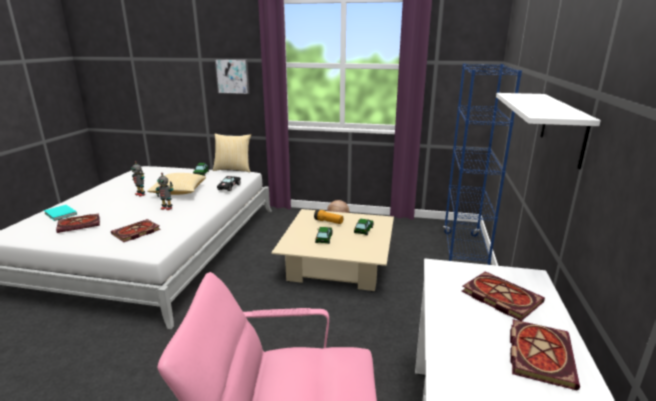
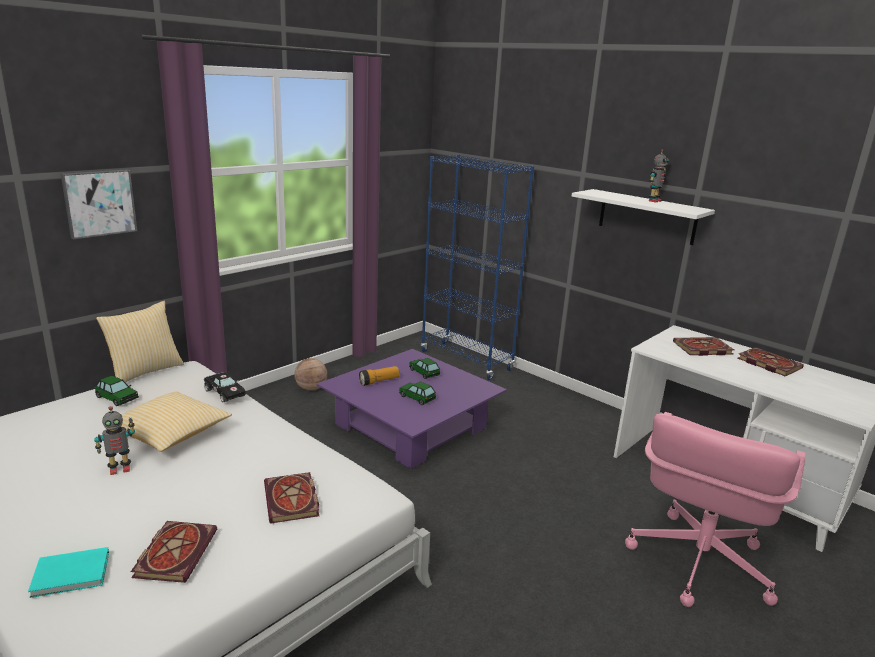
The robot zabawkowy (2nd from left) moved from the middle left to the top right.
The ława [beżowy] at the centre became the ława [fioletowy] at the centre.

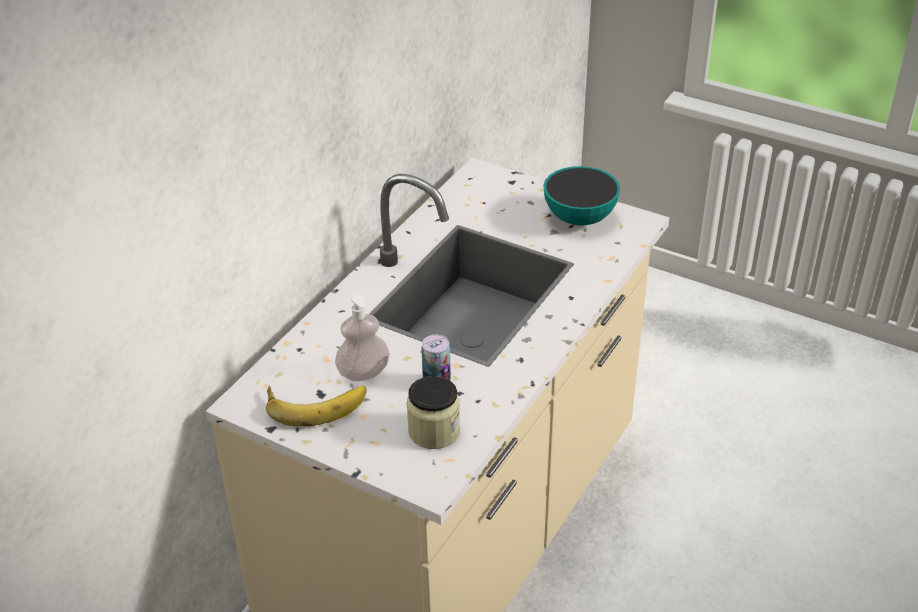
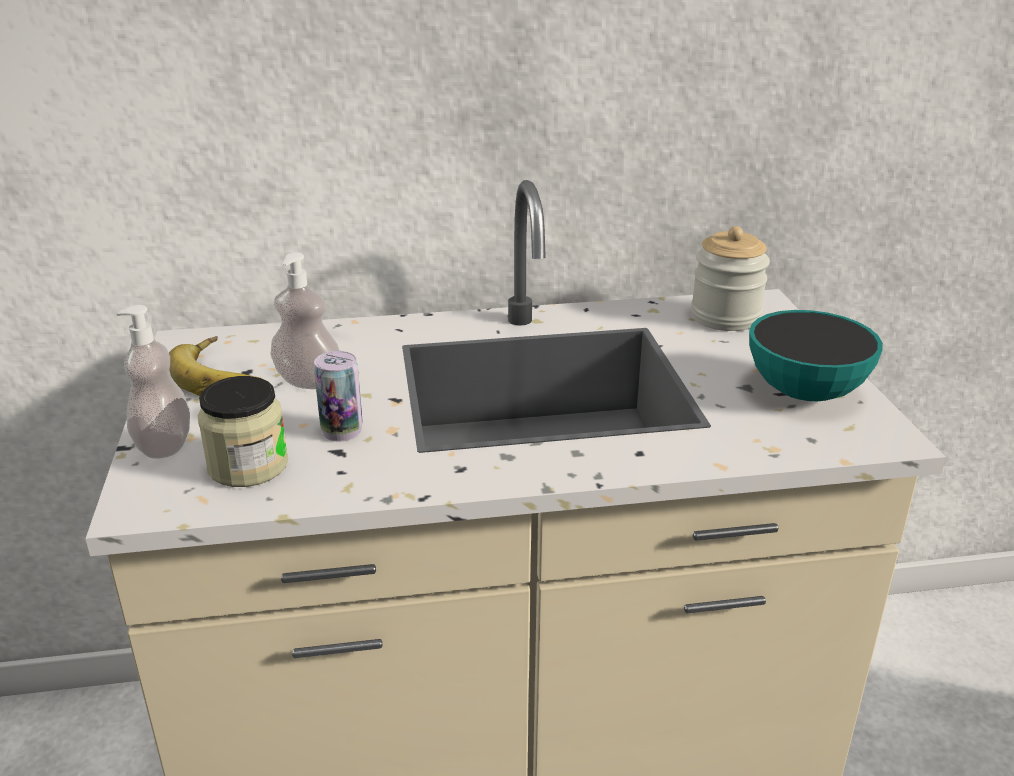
The dozownik mydła (1st from left) at the middle left appeared.
The słoik (2nd from left) at the middle right appeared.

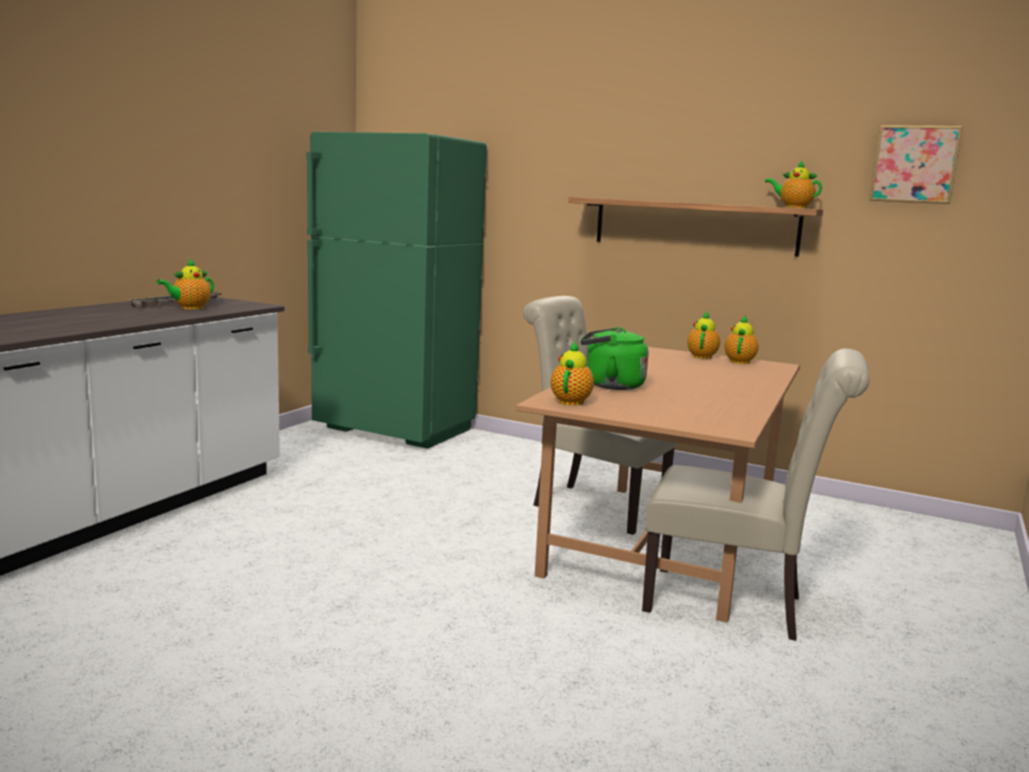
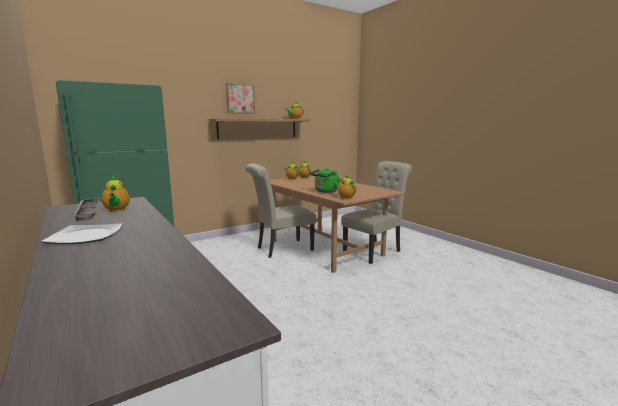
The obraz moved from the top right to the top centre.
The talerz at the middle left appeared.

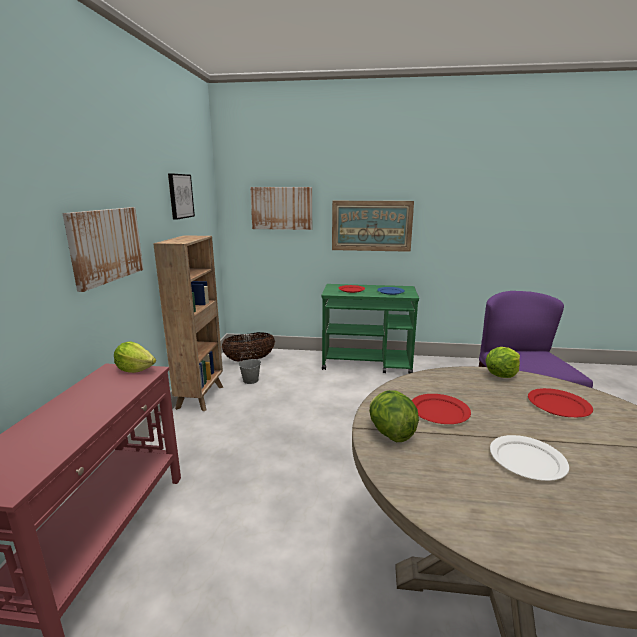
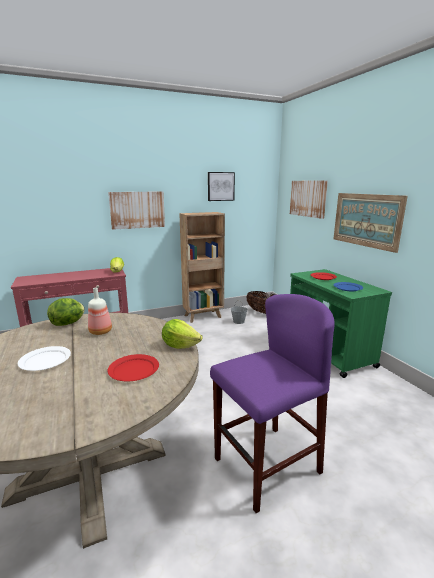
The talerz [czerwony] (2nd from left) at the middle right was replaced by the butelka at the middle left.

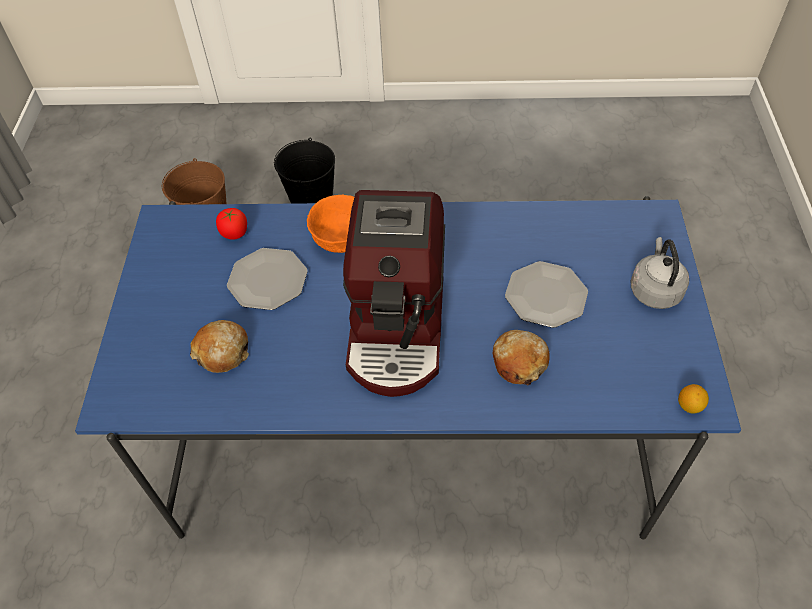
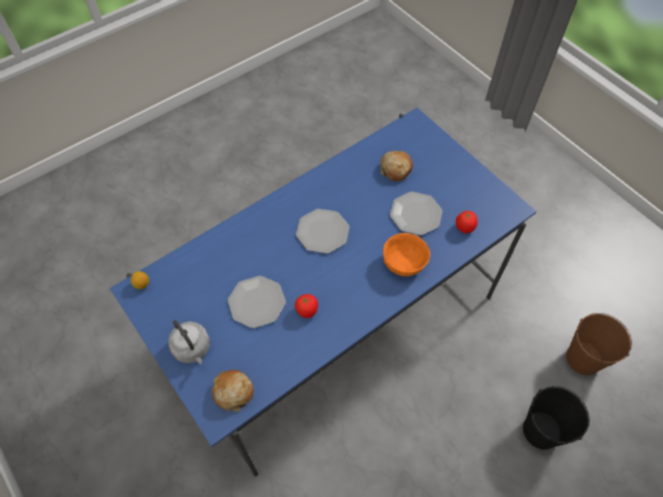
The ekspres do kawy at the centre was replaced by the talerz (2nd from left) at the centre.
The chleb (2nd from left in the first image) moved from the centre to the bottom centre.
The pomidor (1st from left) at the centre appeared.

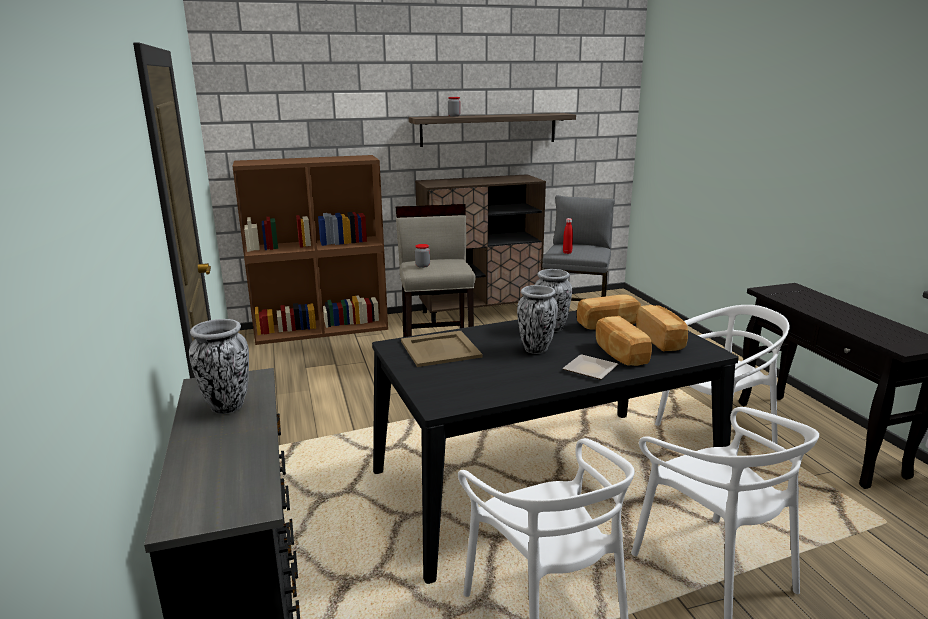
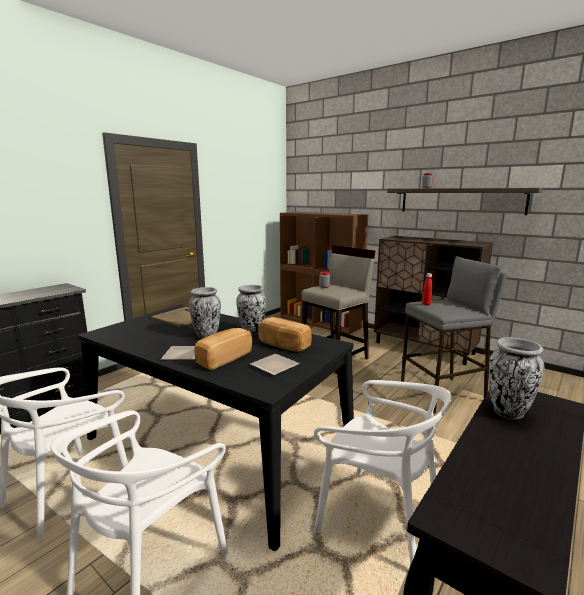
The wazon (1st from left in the first image) moved from the middle left to the middle right.
The chleb (3rd from left) at the middle right was replaced by the talerz (2nd from left) at the centre.

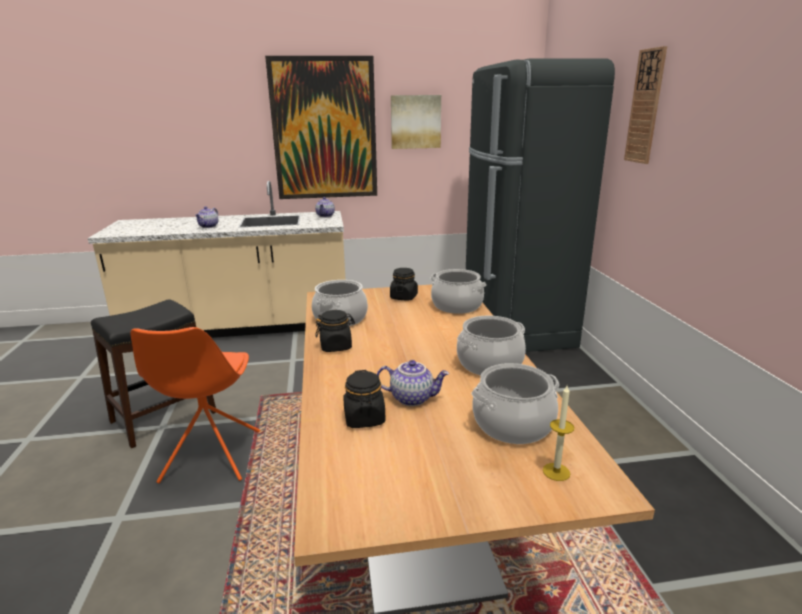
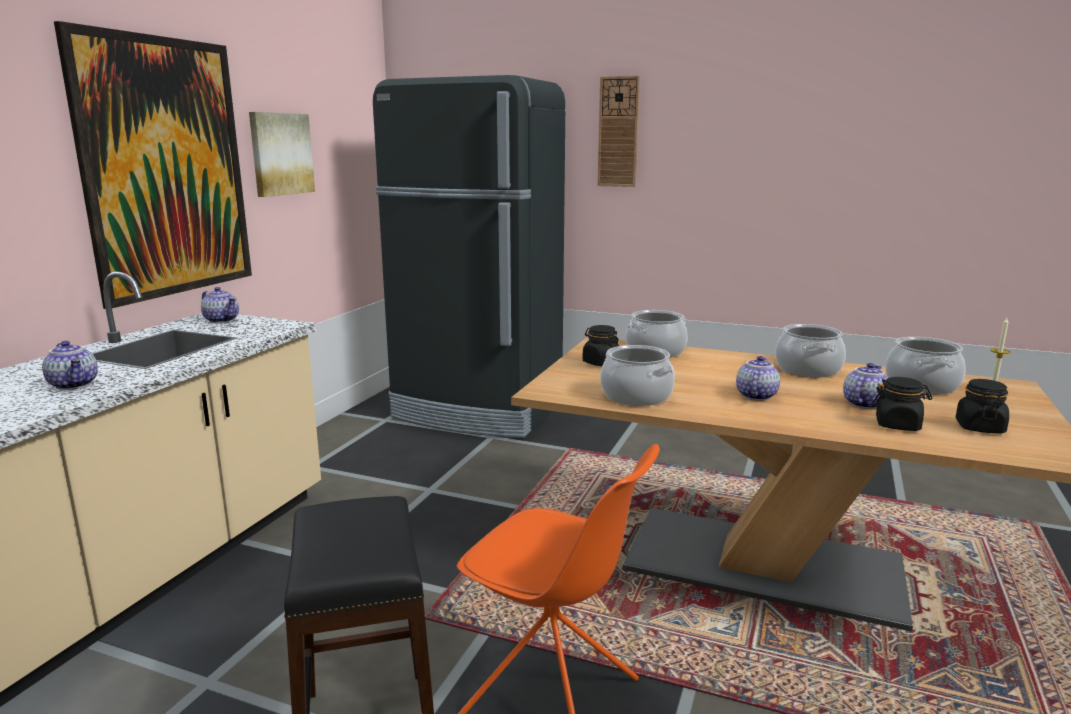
The słoik [czarny] (1st from left in the first image) moved from the centre to the middle right.
The imbryk (3rd from left) at the middle right appeared.

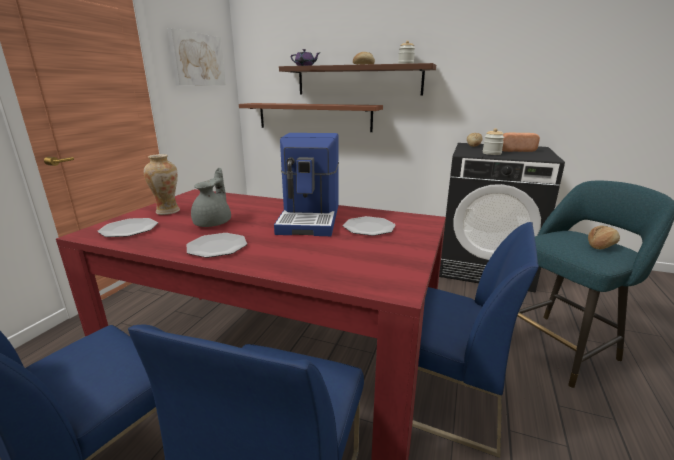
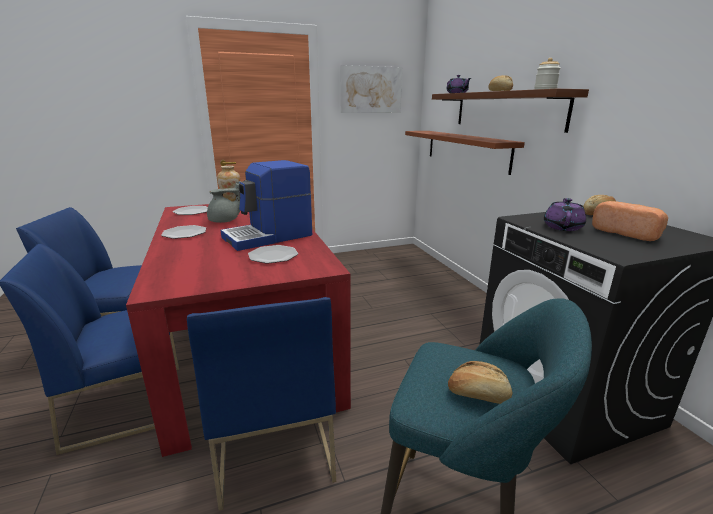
The słoik (2nd from left) at the top right was replaced by the imbryk [fioletowy] (2nd from left) at the middle right.

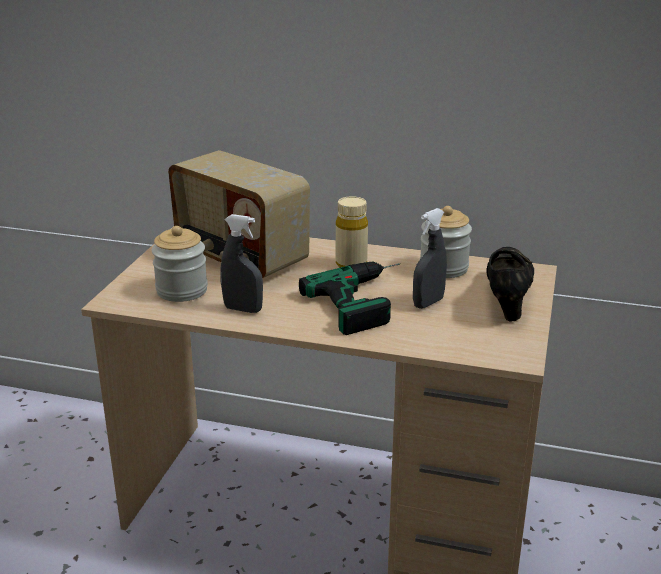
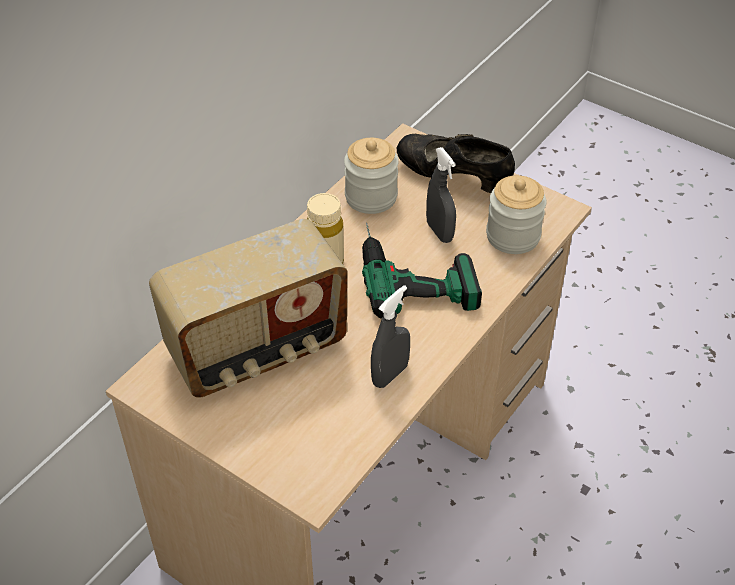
The słoik (1st from left in the first image) moved from the middle left to the middle right.

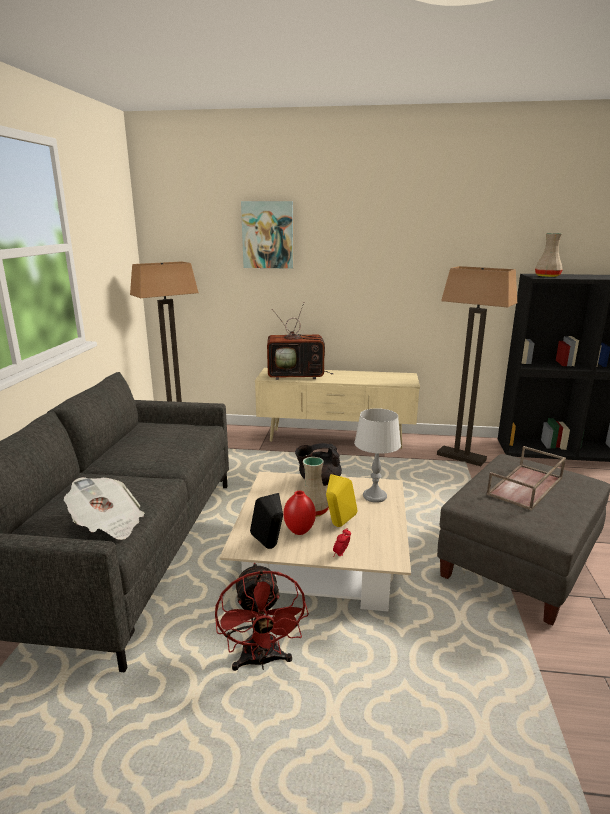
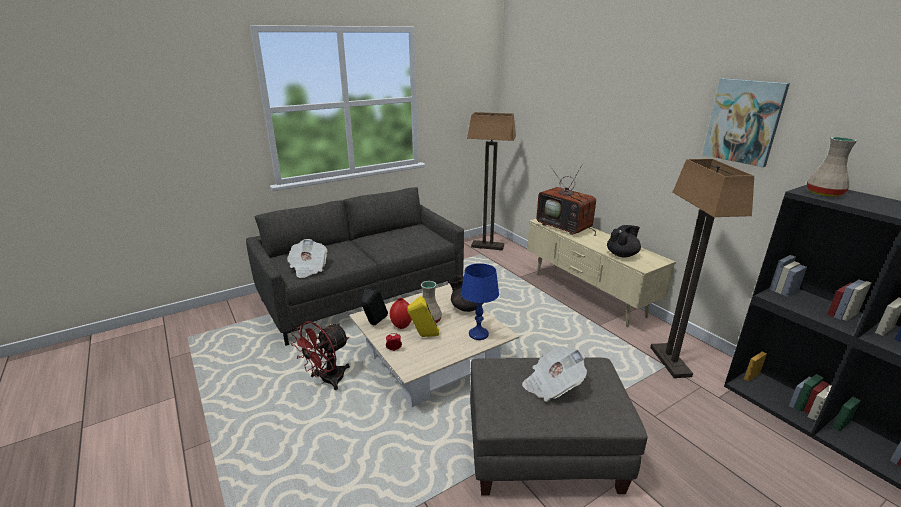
The obraz moved from the top centre to the top right.
The lampa stołowa [szary] at the centre became the lampa stołowa [niebieski] at the centre.
The taca [brązowy] at the middle right was replaced by the gazeta (2nd from left) at the bottom centre.
The imbryk [czarny] (2nd from left) at the middle right appeared.

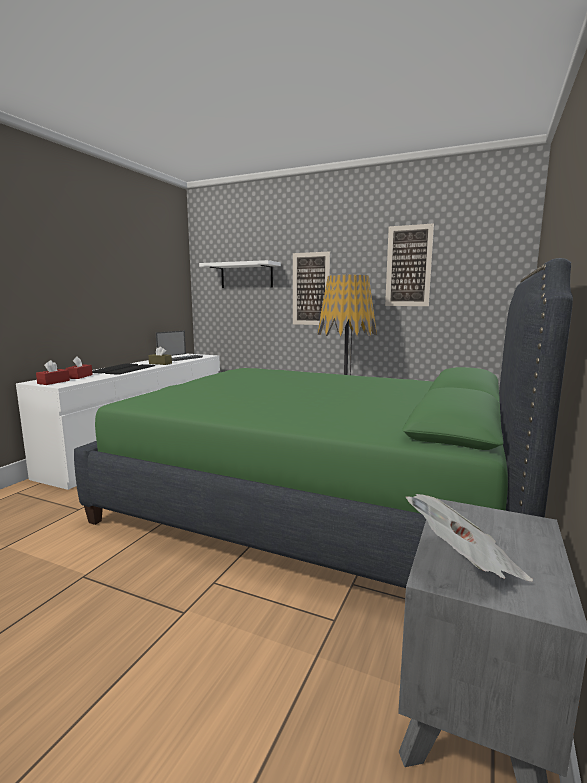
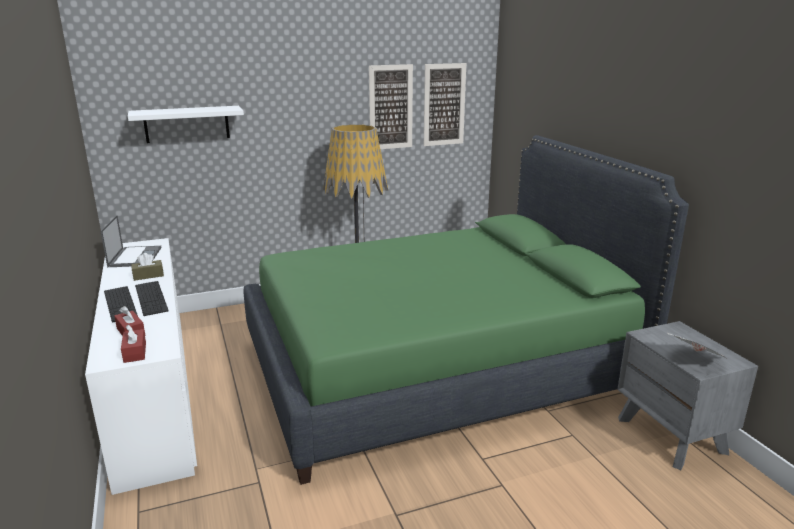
The obraz (1st from left in the first image) moved from the centre to the top centre.

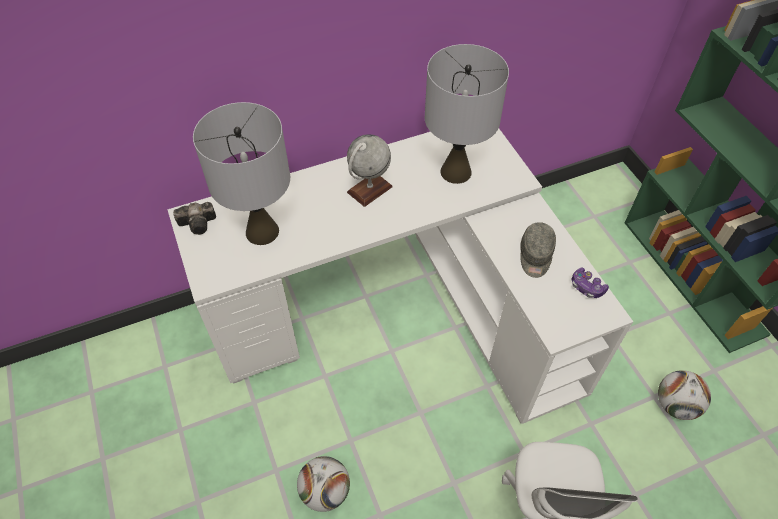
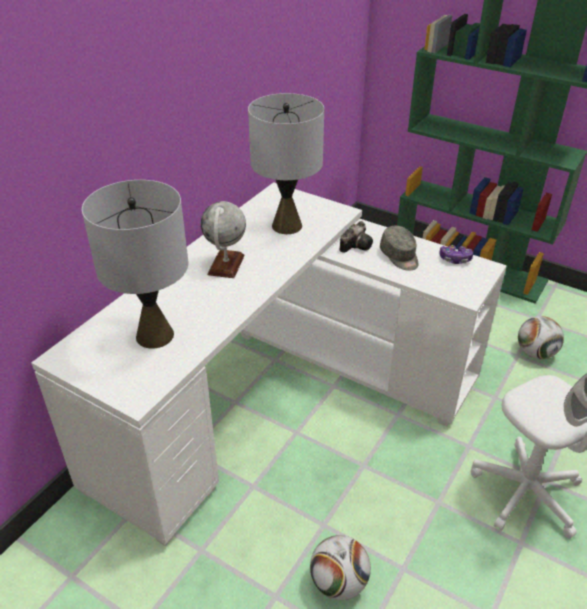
The aparat fotograficzny moved from the middle left to the centre.

